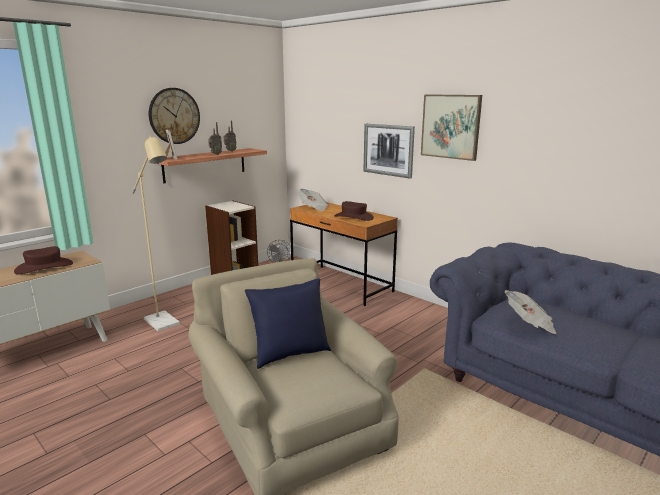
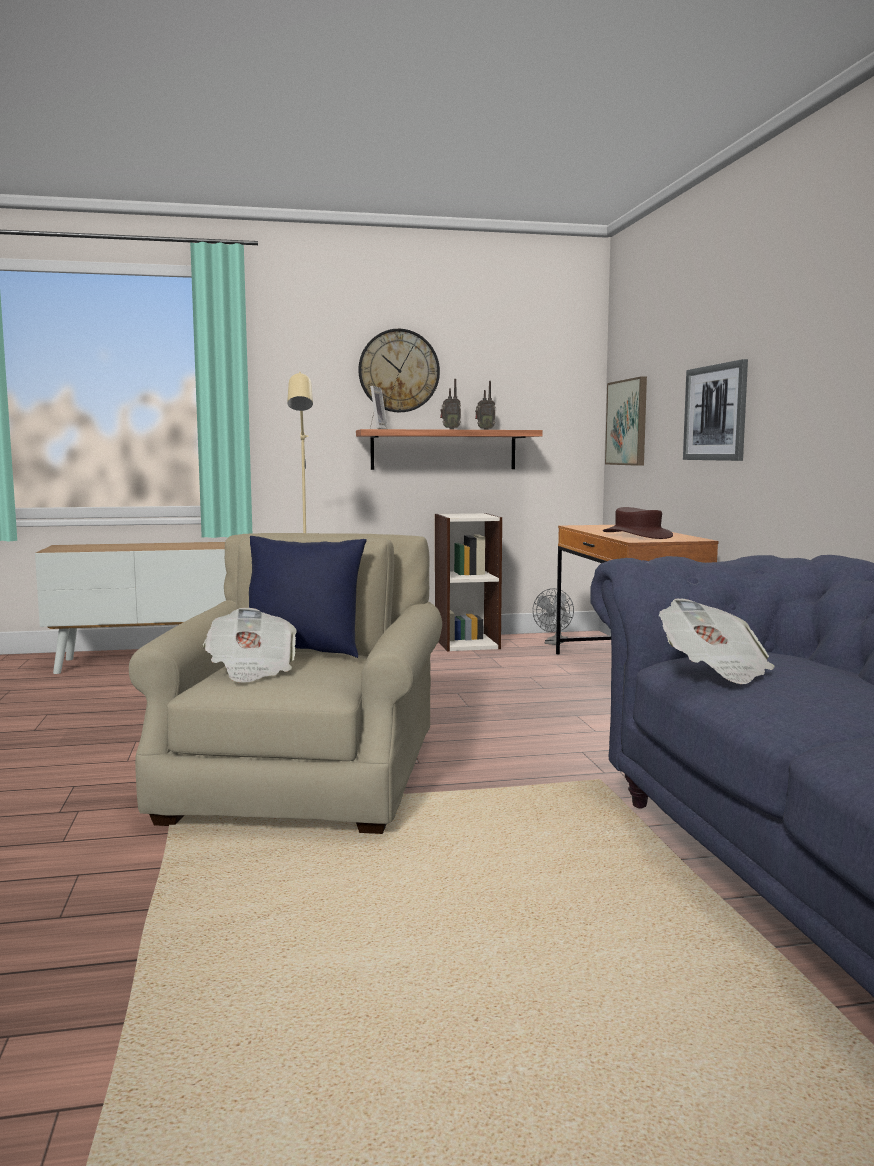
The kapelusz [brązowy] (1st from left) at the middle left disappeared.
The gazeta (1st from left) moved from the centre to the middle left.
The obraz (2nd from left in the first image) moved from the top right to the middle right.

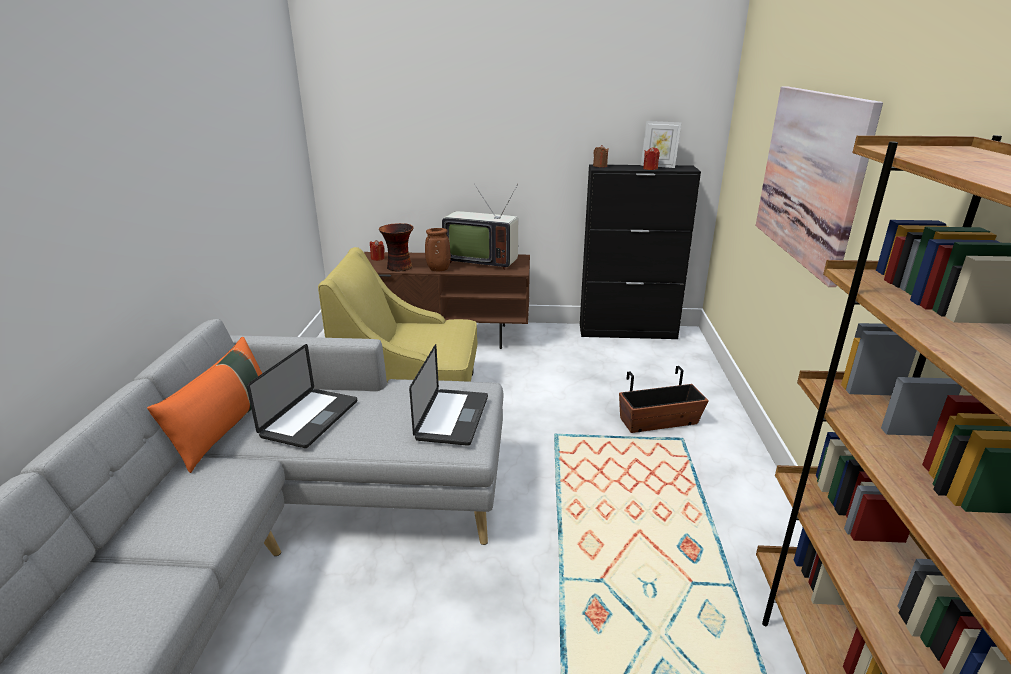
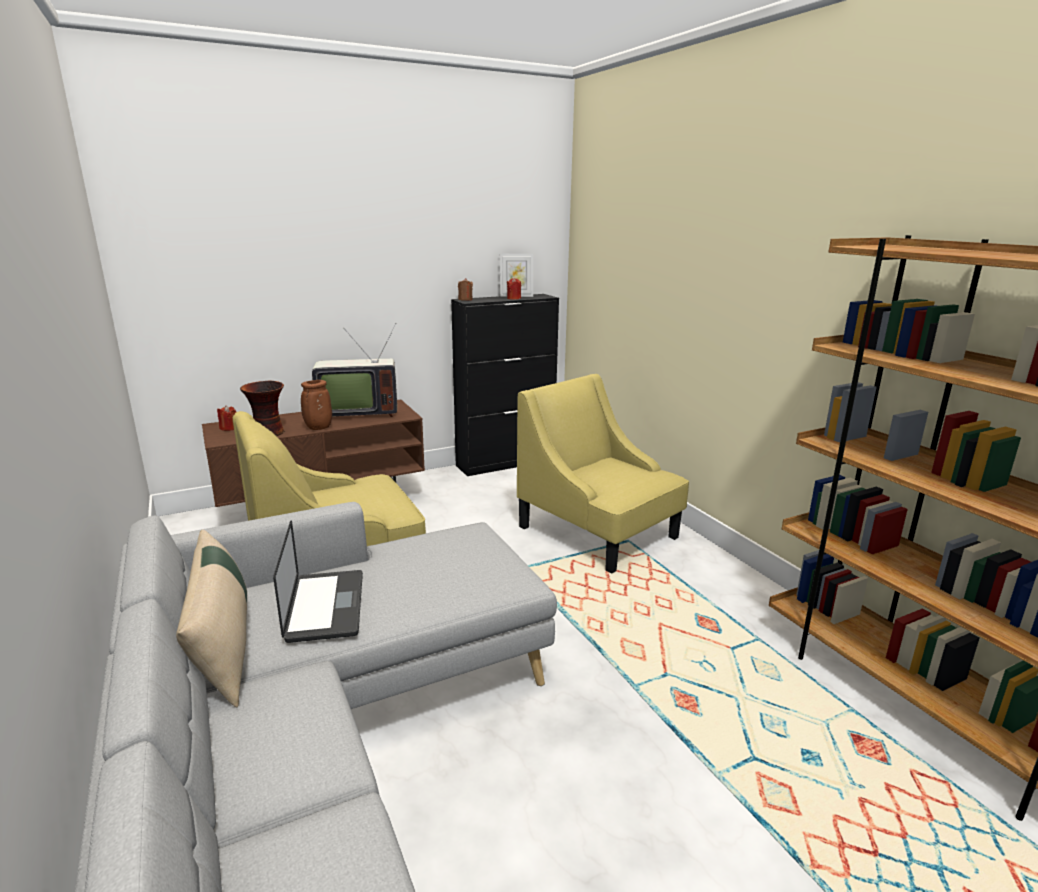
The poduszka [pomarańczowy] at the middle left became the poduszka [beżowy] at the bottom left.
The laptop (2nd from left) at the centre disappeared.
The donica at the centre was replaced by the fotel [żółty] (2nd from left) at the centre.
The obraz at the top right disappeared.

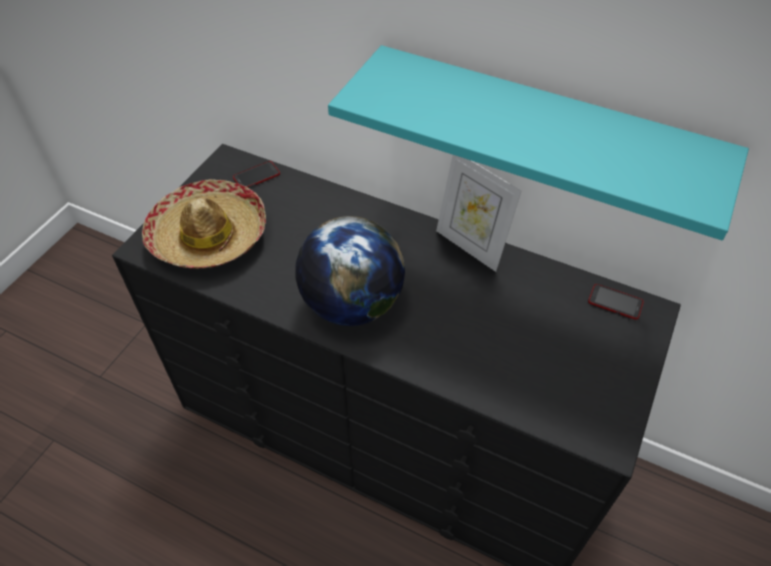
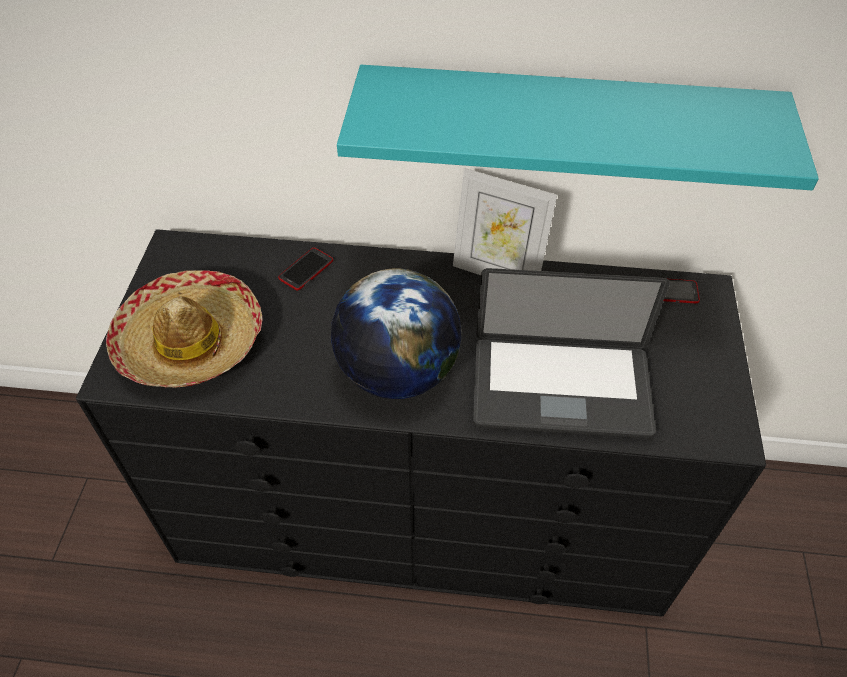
The telefon (1st from left) moved from the top left to the centre.
The laptop at the middle right appeared.

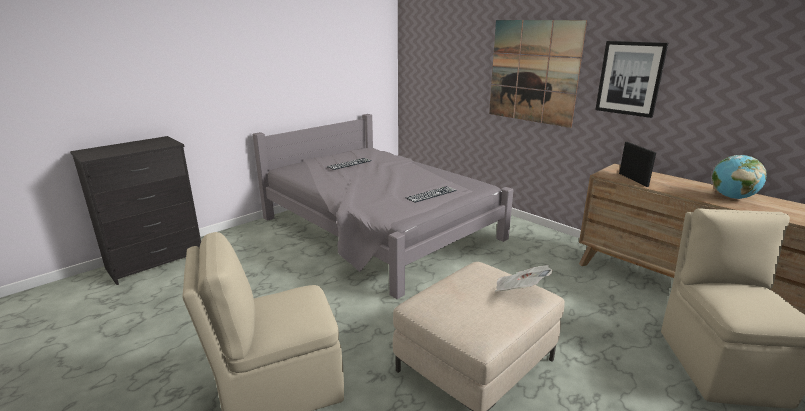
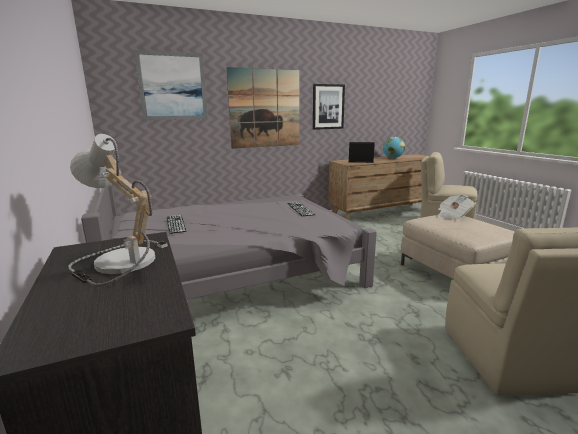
The lampa stołowa at the middle left appeared.
The obraz (1st from left) at the top left appeared.

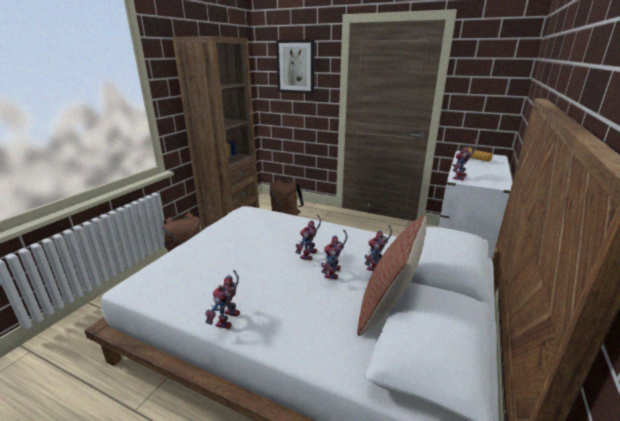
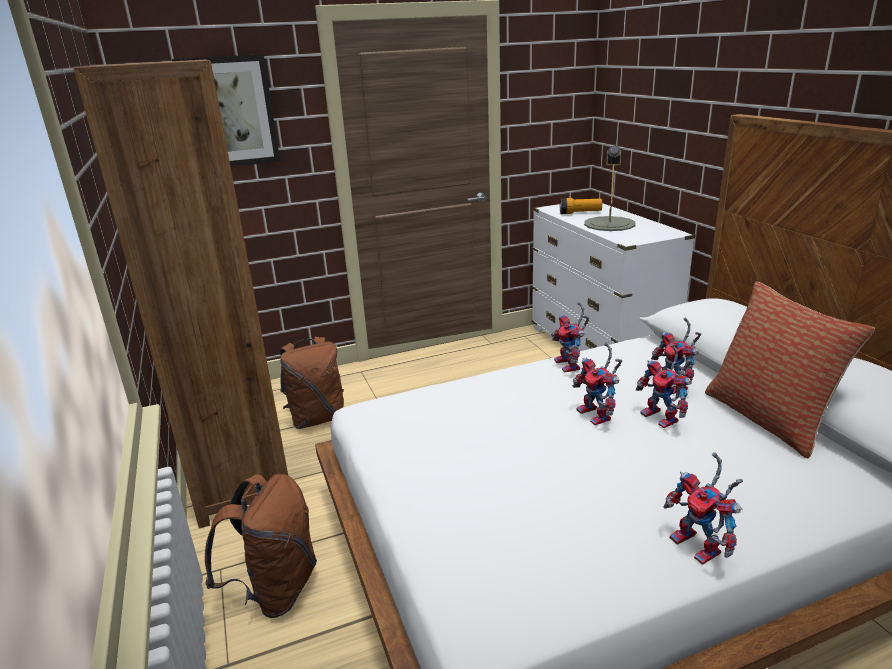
The robot zabawkowy (5th from left in the first image) moved from the middle right to the centre.
The lampa stołowa [szary] at the top right appeared.

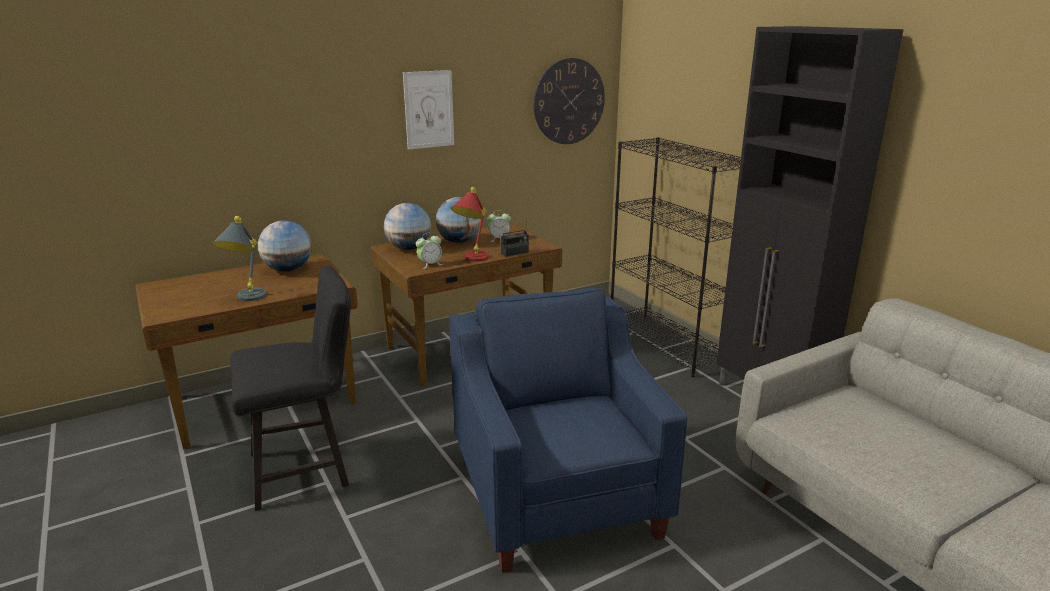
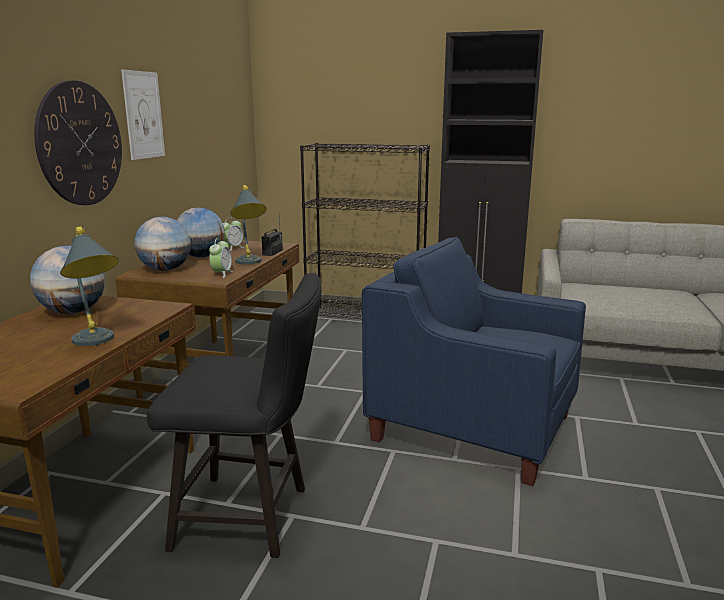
The krzesło [czarny] at the middle left turned 75 degrees clockwise.
The lampa stołowa [czerwony] at the centre became the lampa stołowa [szary] (2nd from left) at the centre.
The zegar ścienny moved from the top centre to the top left.

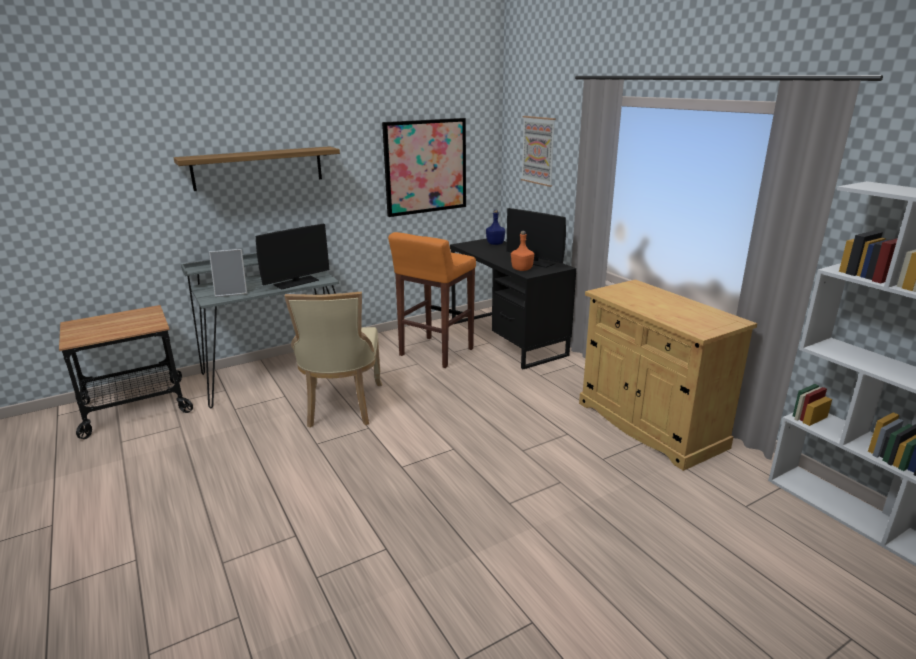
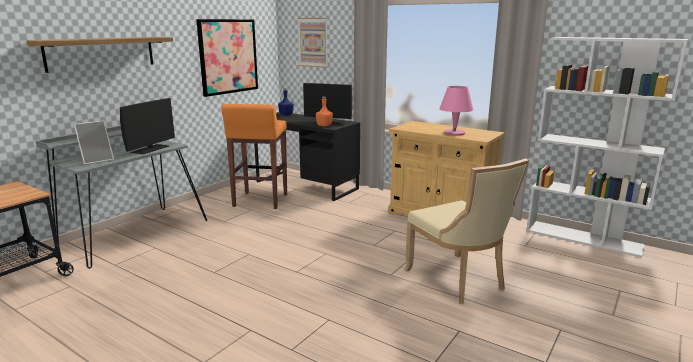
The krzesło [beżowy] moved from the centre to the middle right.
The lampa stołowa [różowy] at the top centre appeared.

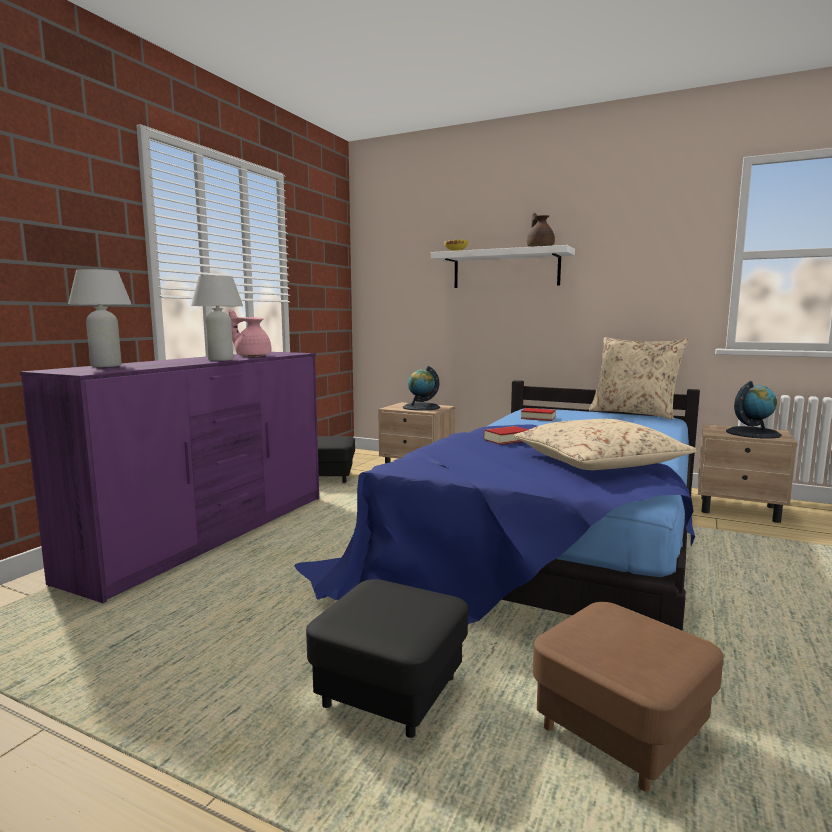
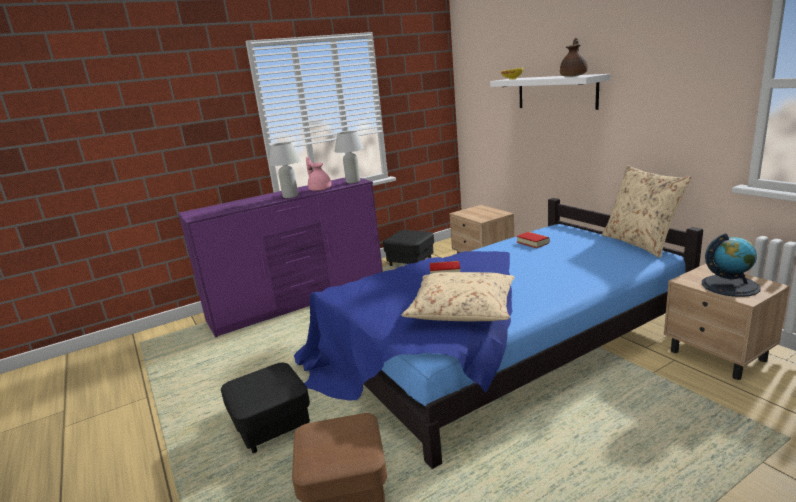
The lampa stołowa [biały] (1st from left in the first image) moved from the middle left to the top centre.
The globus (1st from left) at the centre disappeared.

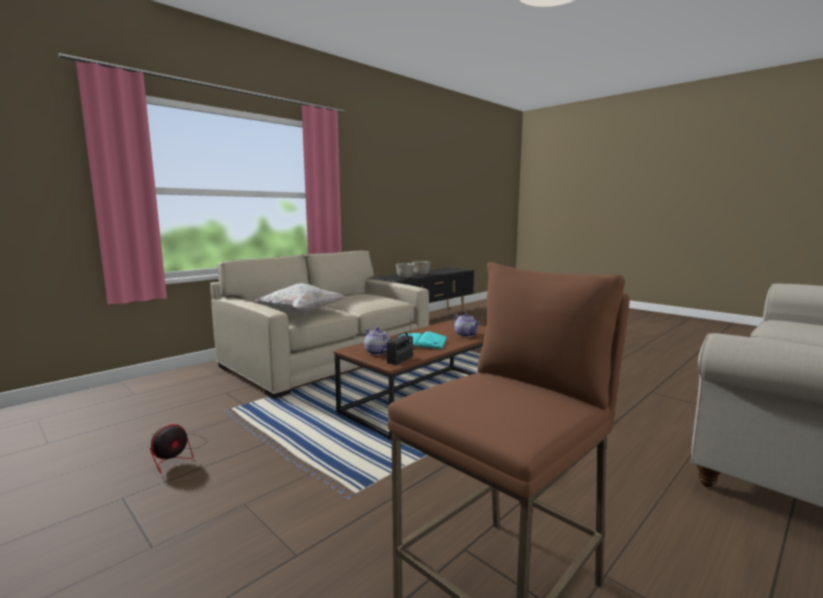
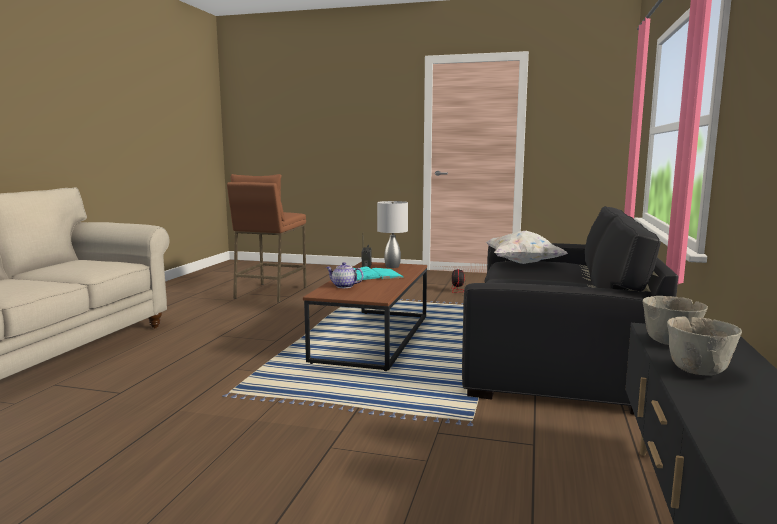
The kanapa [beżowy] (1st from left) at the centre became the kanapa [czarny] at the middle right.
The imbryk (1st from left) at the centre was replaced by the lampa stołowa [szary] at the centre.

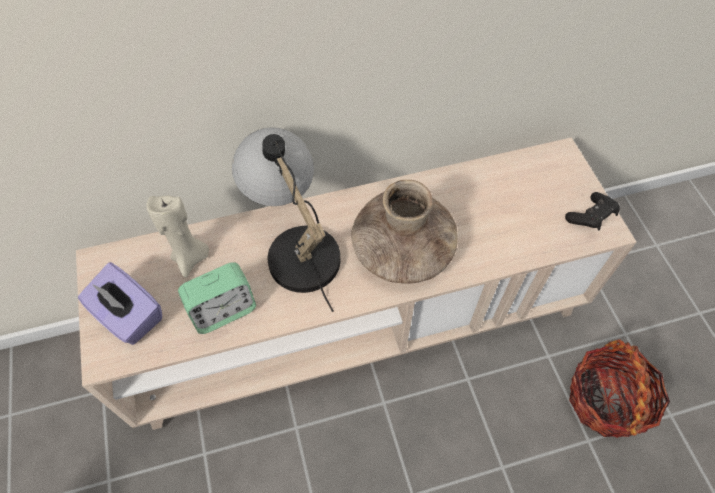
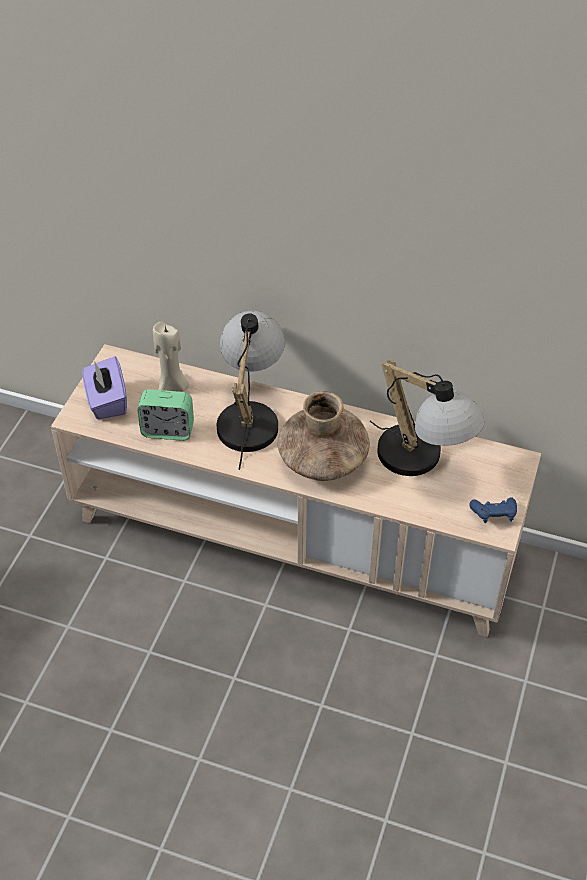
The pad do gier [czarny] at the middle right became the pad do gier [niebieski] at the middle right.
The koszyk at the bottom right disappeared.
The lampa stołowa (2nd from left) at the middle right appeared.

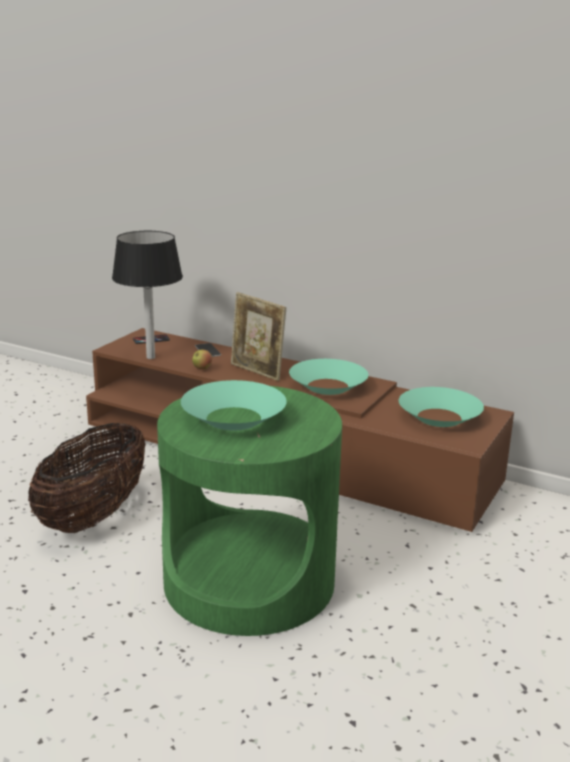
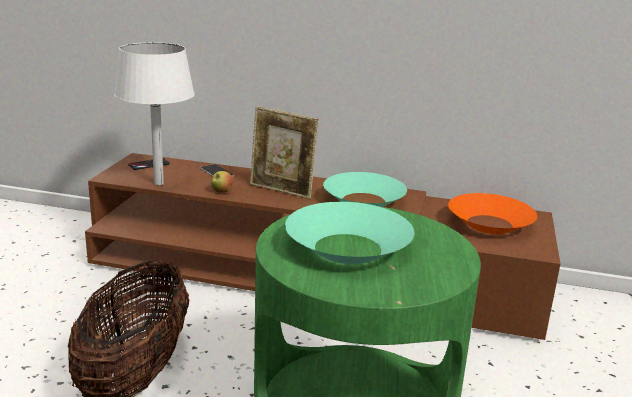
The lampa stołowa [czarny] at the middle left became the lampa stołowa [biały] at the top left.
The miska [turkusowy] (3rd from left) at the middle right became the miska [pomarańczowy] at the middle right.

